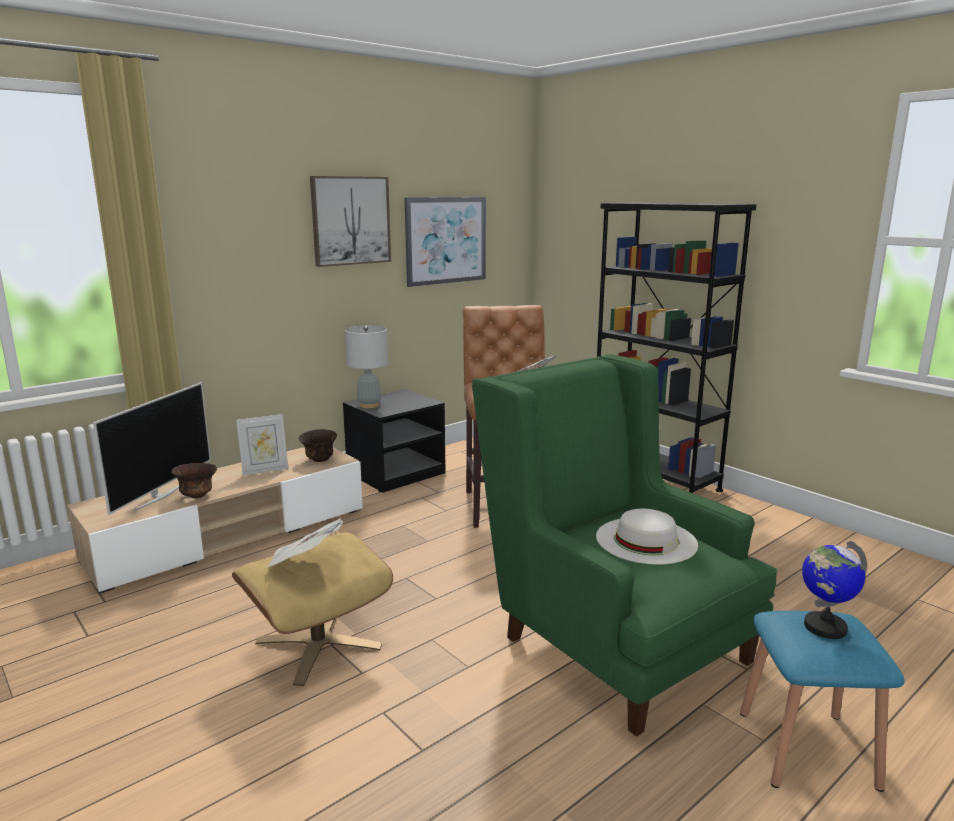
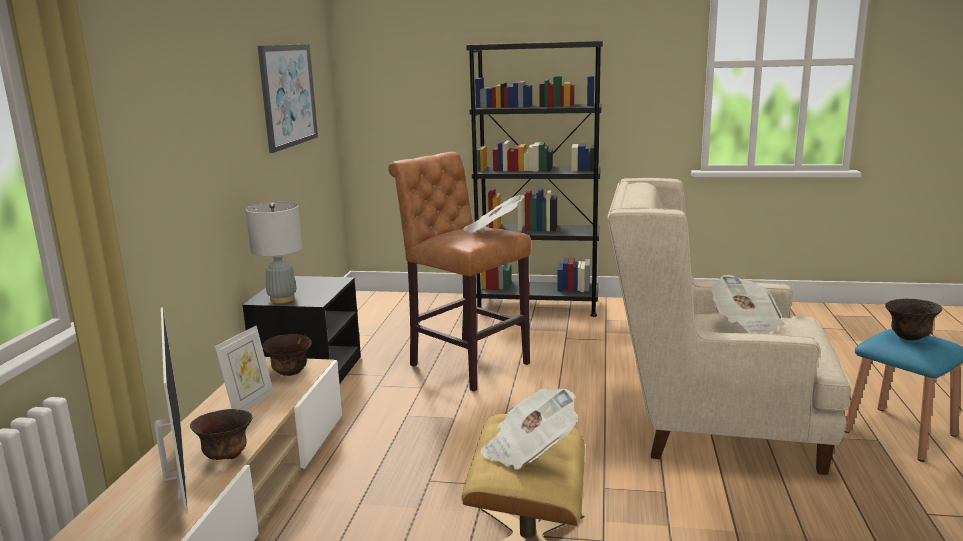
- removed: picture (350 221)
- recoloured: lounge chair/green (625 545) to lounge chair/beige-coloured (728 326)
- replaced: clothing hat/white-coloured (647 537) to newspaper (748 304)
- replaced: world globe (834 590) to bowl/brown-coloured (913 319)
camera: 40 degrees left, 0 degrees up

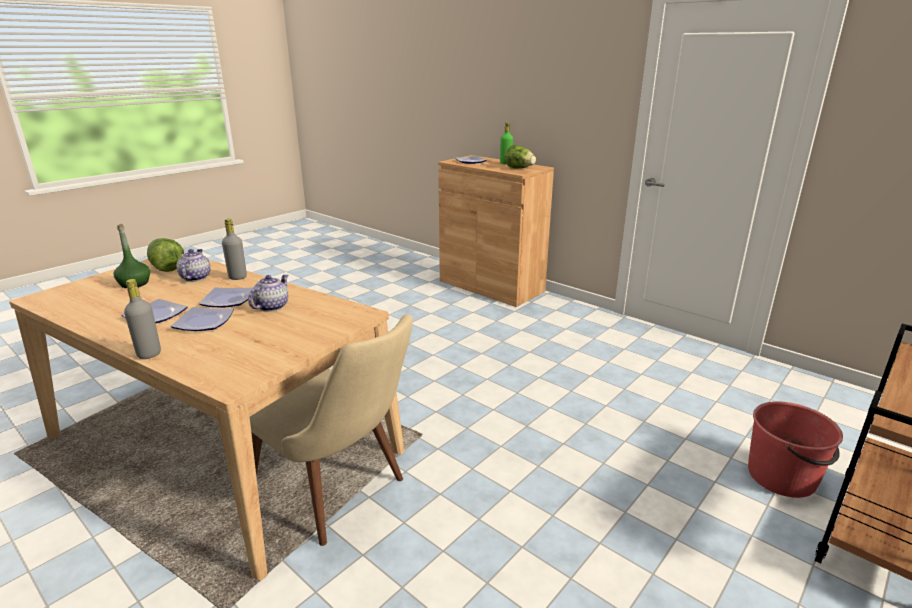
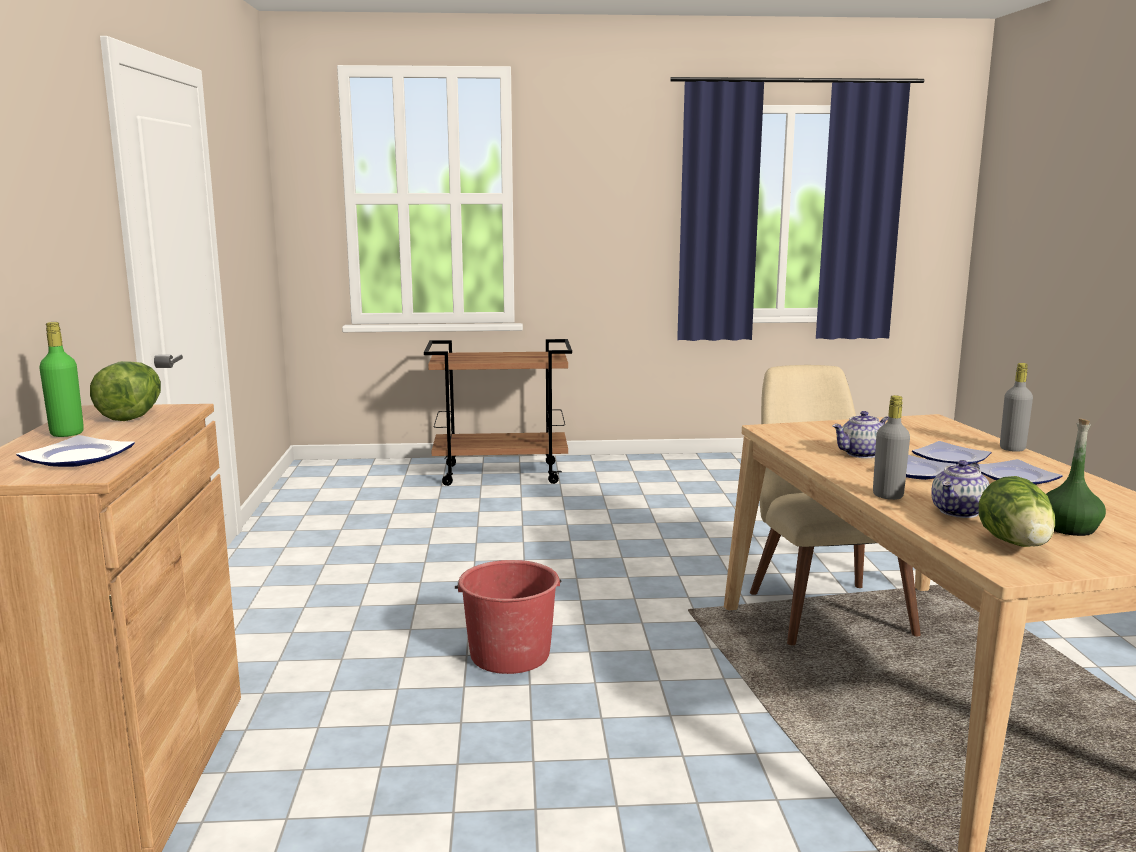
- moved: bucket/reddish (795 449) to (508 617)
camera: 135 degrees left, 10 degrees down

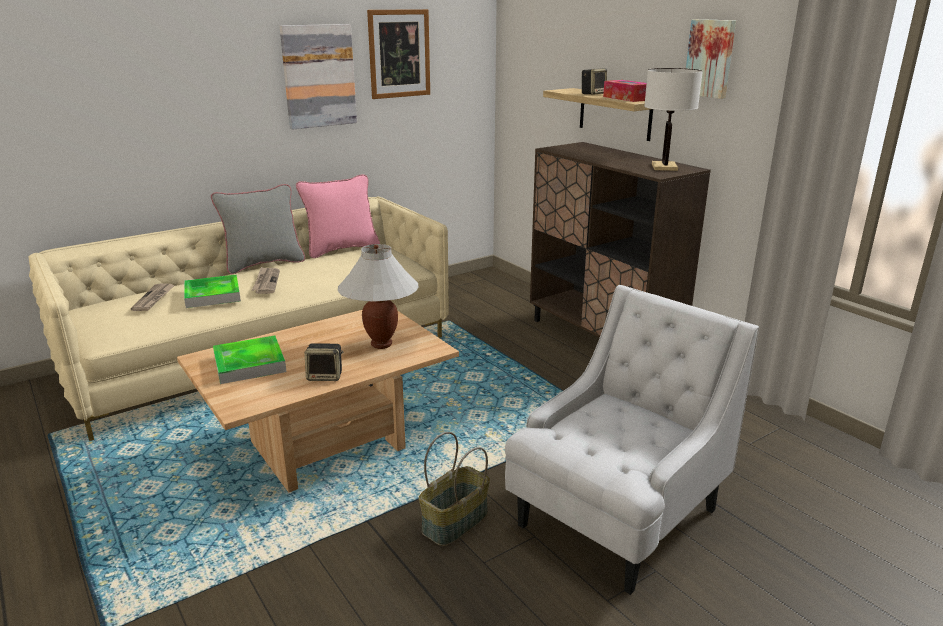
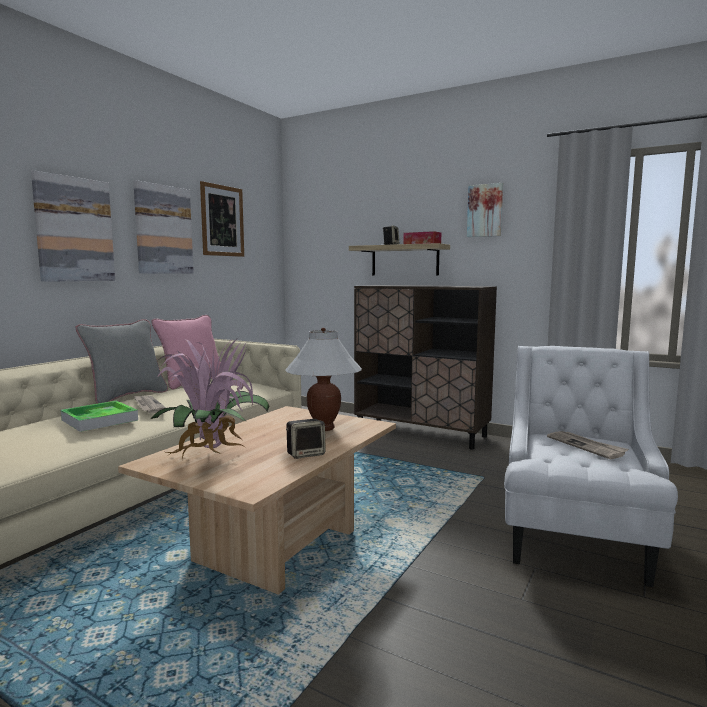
- moved: newspaper (153 297) to (588 445)
- replaced: carrying tray (249 360) to plant in a pot (210 398)
- removed: basket (454 489)
- removed: table lamp/white-coloured (673 119)
- added: picture (73 226)
camera: 25 degrees left, 15 degrees down

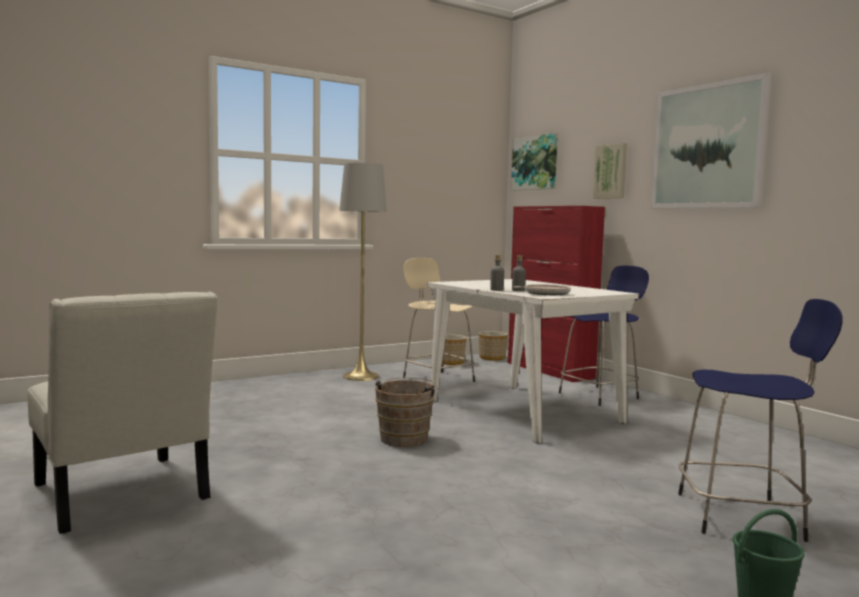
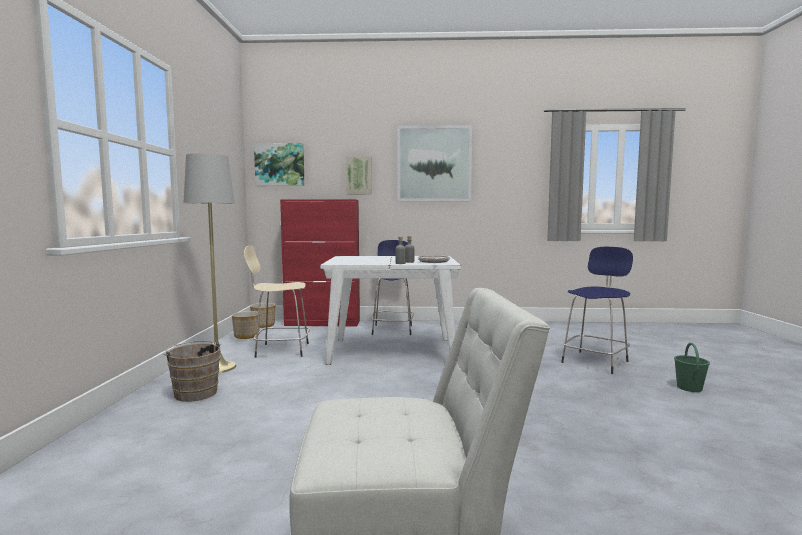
- moved: bucket/brown-coloured (407 412) to (193 371)
camera: 55 degrees left, 0 degrees up

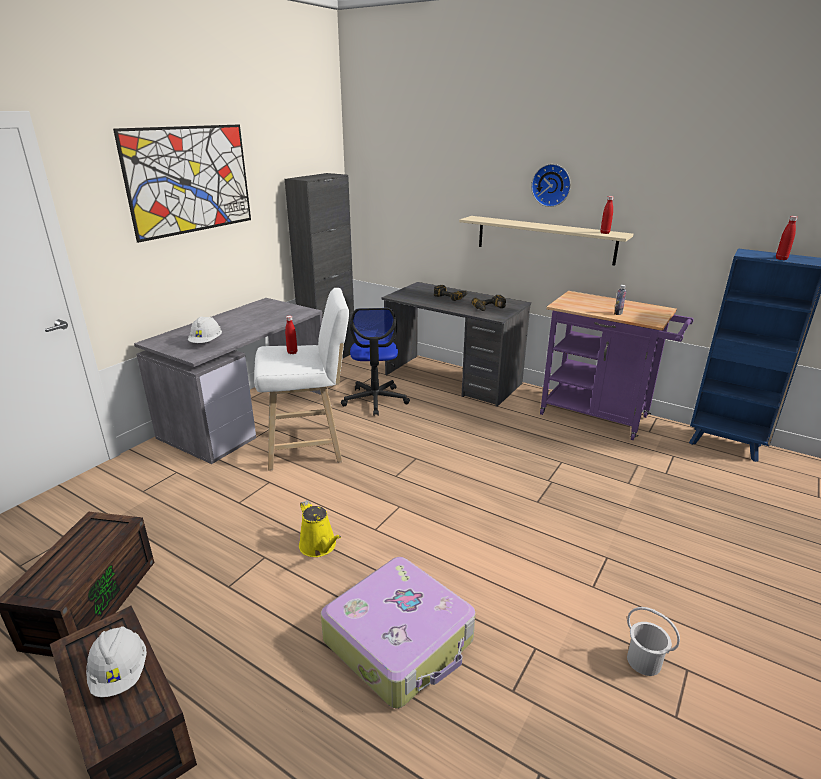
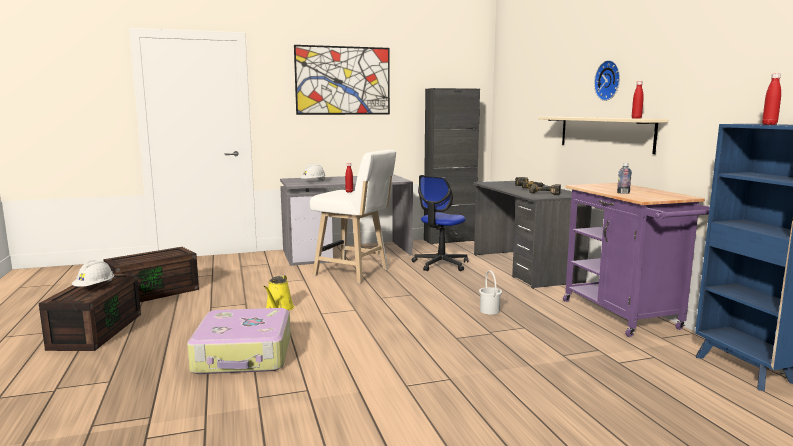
- moved: bucket/white-coloured (653 641) to (490 292)
camera: 40 degrees right, 15 degrees down

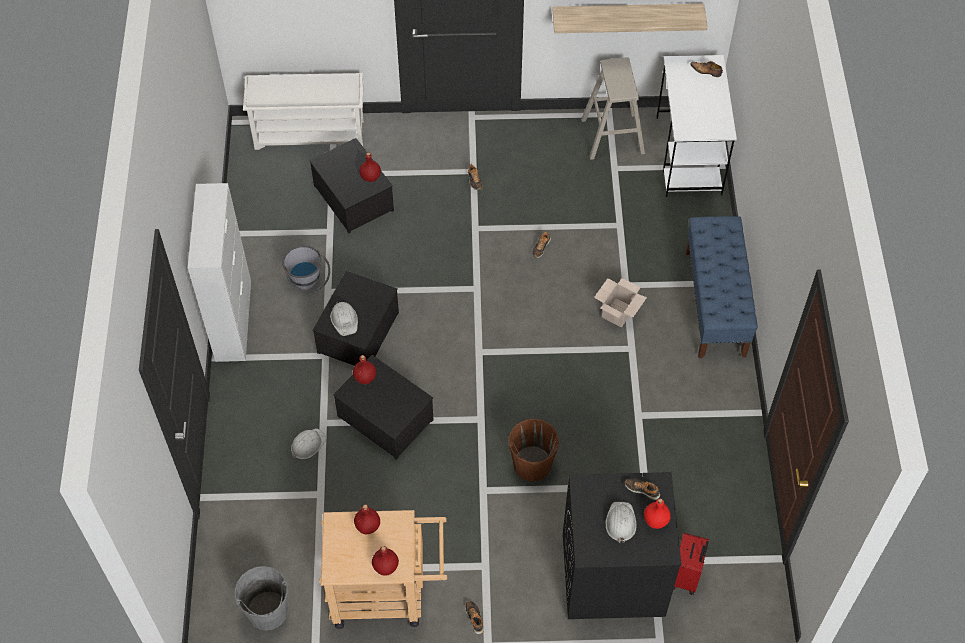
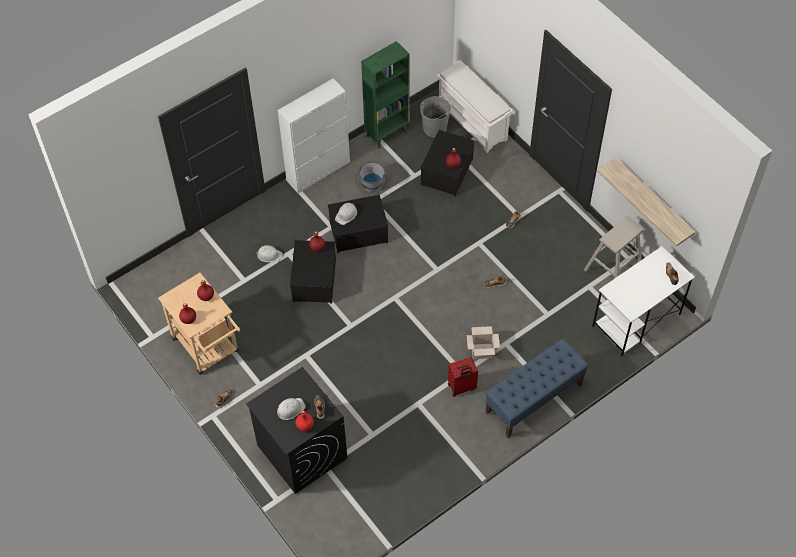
- moved: bucket/greyish (261 598) to (435 116)
- removed: bucket/brown-coloured (534 450)
- moved: suitcase/reddish (691 564) to (463 377)
- added: bookshelf/green (385 95)
camera: 55 degrees right, 0 degrees up

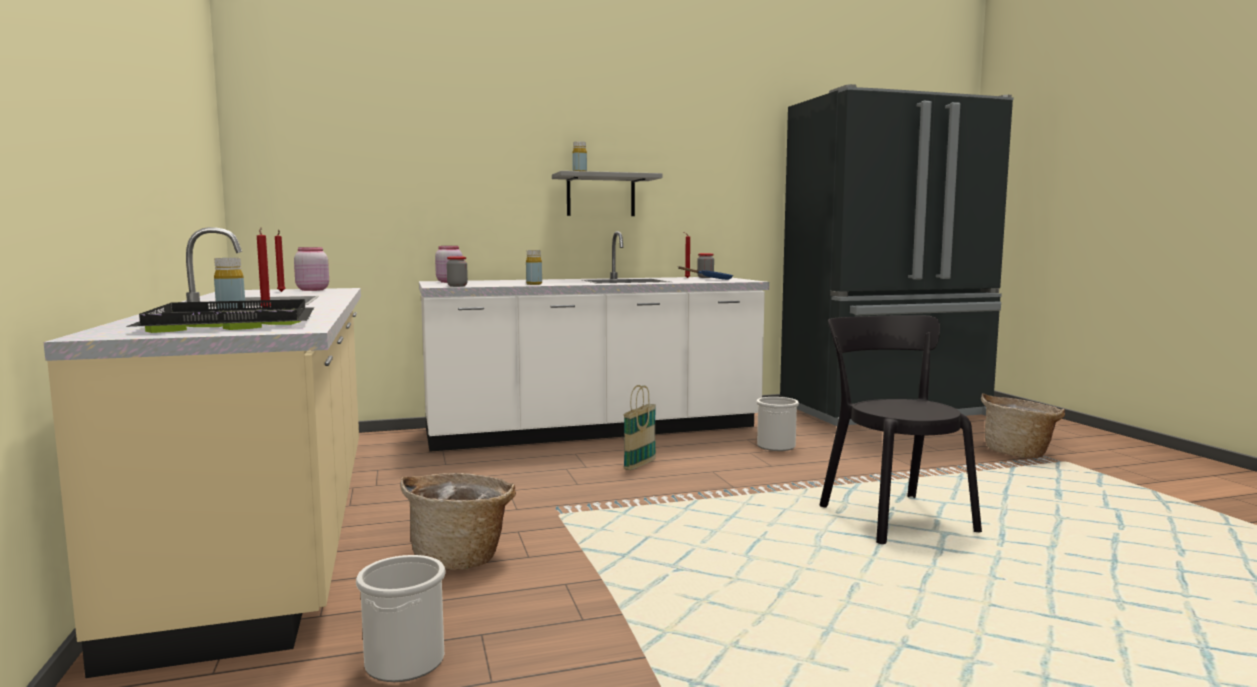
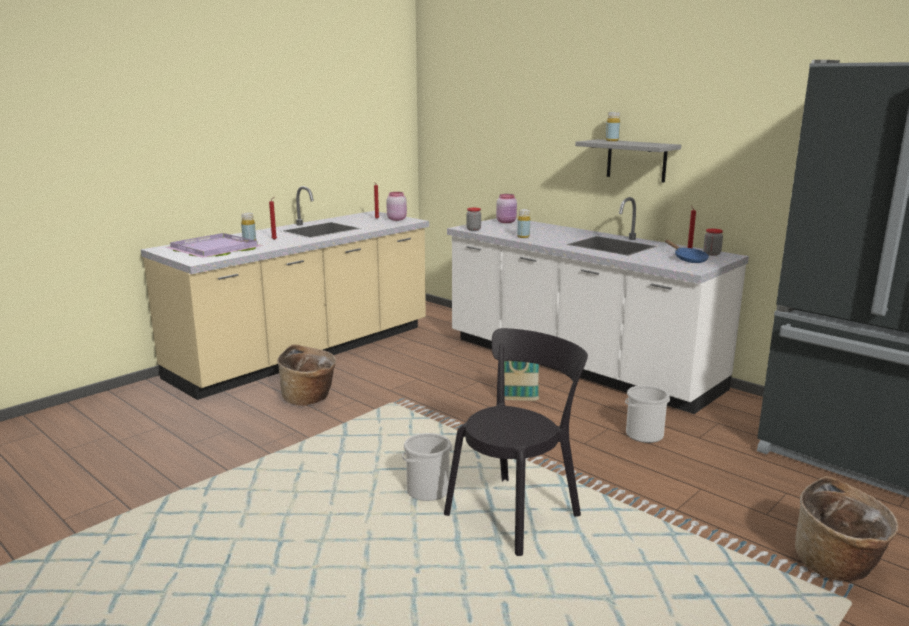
- recoloured: carrying tray/black (220 316) to carrying tray/purple (214 245)
- moved: bucket (400 618) to (427 467)
camera: 60 degrees right, 10 degrees up

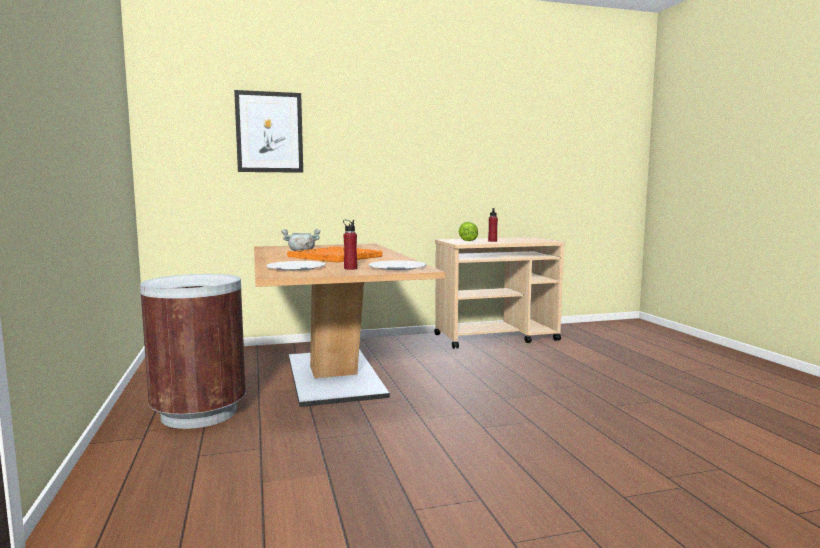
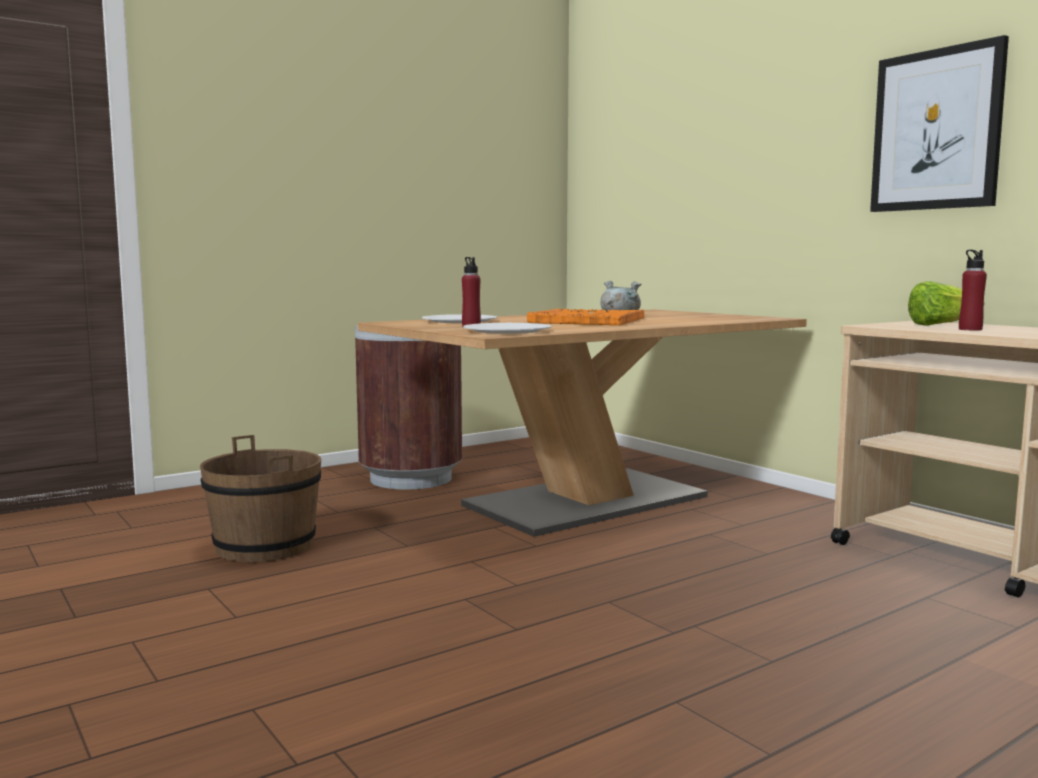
- moved: picture (268 131) to (939 123)
- added: bucket/brown-coloured (260 498)
camera: 70 degrees right, 0 degrees up

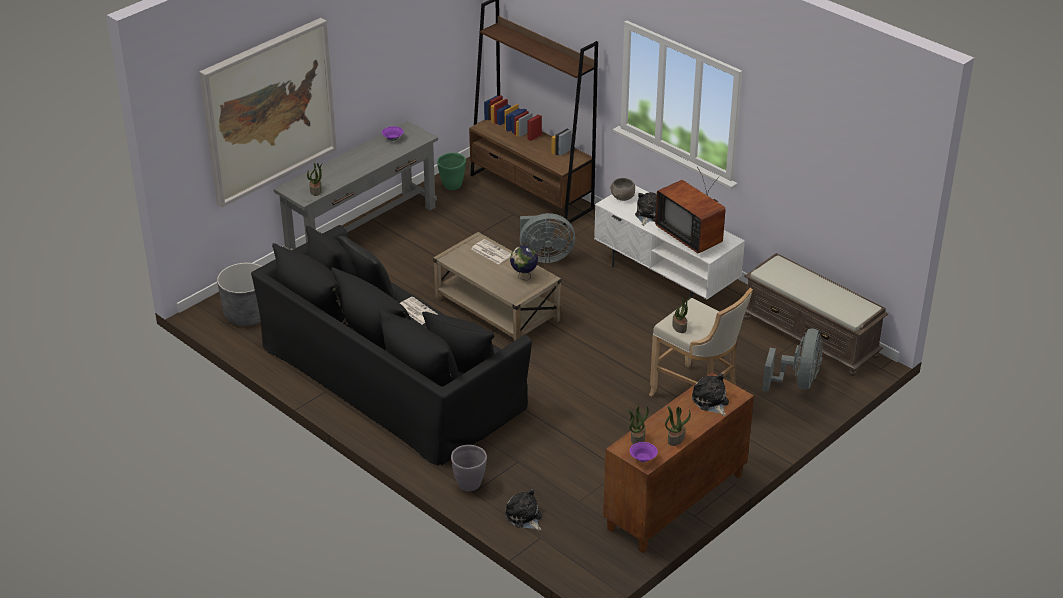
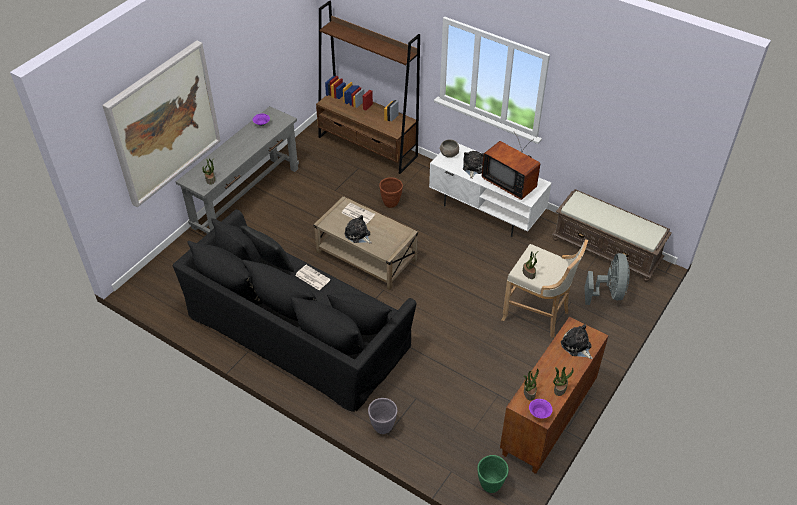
- removed: planter/greyish (239 294)
- moved: planter/green (451 171) to (493 474)
- moved: plush toy (523 510) to (358 229)
- removed: world globe (524 263)
- replaced: fan/greyish (547 238) to planter/brown-coloured (391 192)
camera: 10 degrees left, 10 degrees up

